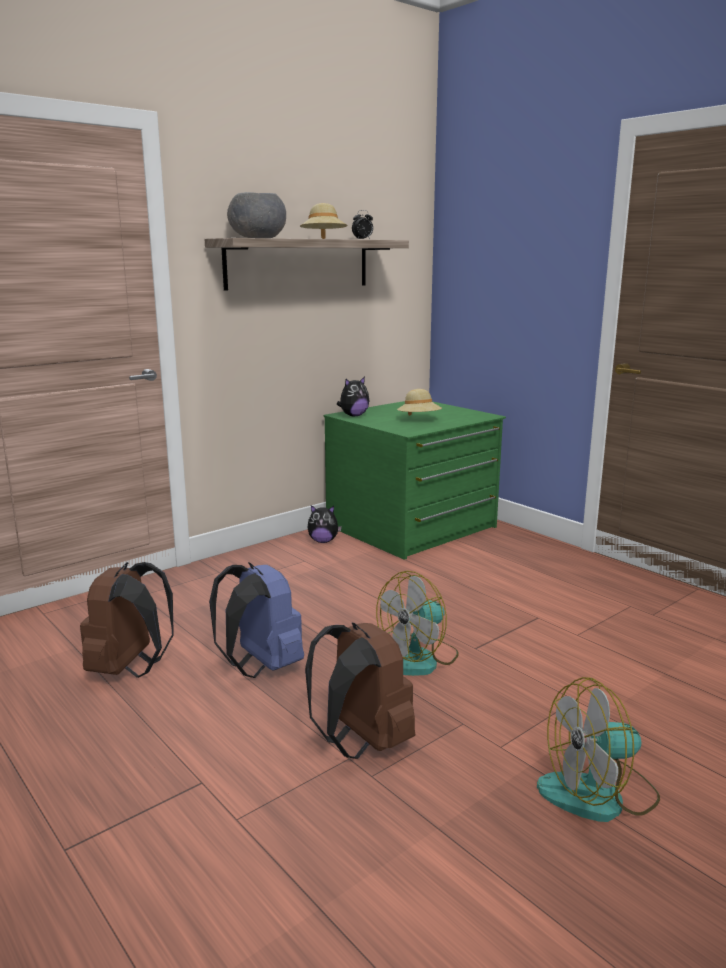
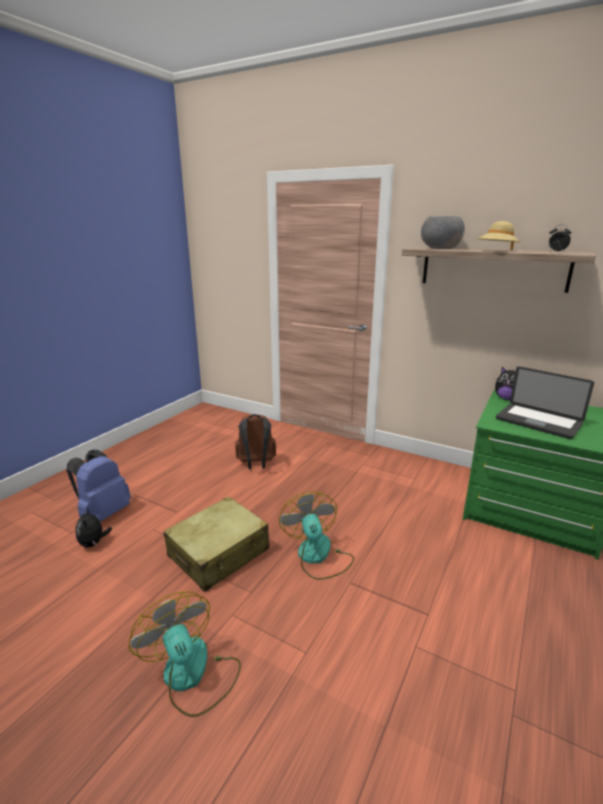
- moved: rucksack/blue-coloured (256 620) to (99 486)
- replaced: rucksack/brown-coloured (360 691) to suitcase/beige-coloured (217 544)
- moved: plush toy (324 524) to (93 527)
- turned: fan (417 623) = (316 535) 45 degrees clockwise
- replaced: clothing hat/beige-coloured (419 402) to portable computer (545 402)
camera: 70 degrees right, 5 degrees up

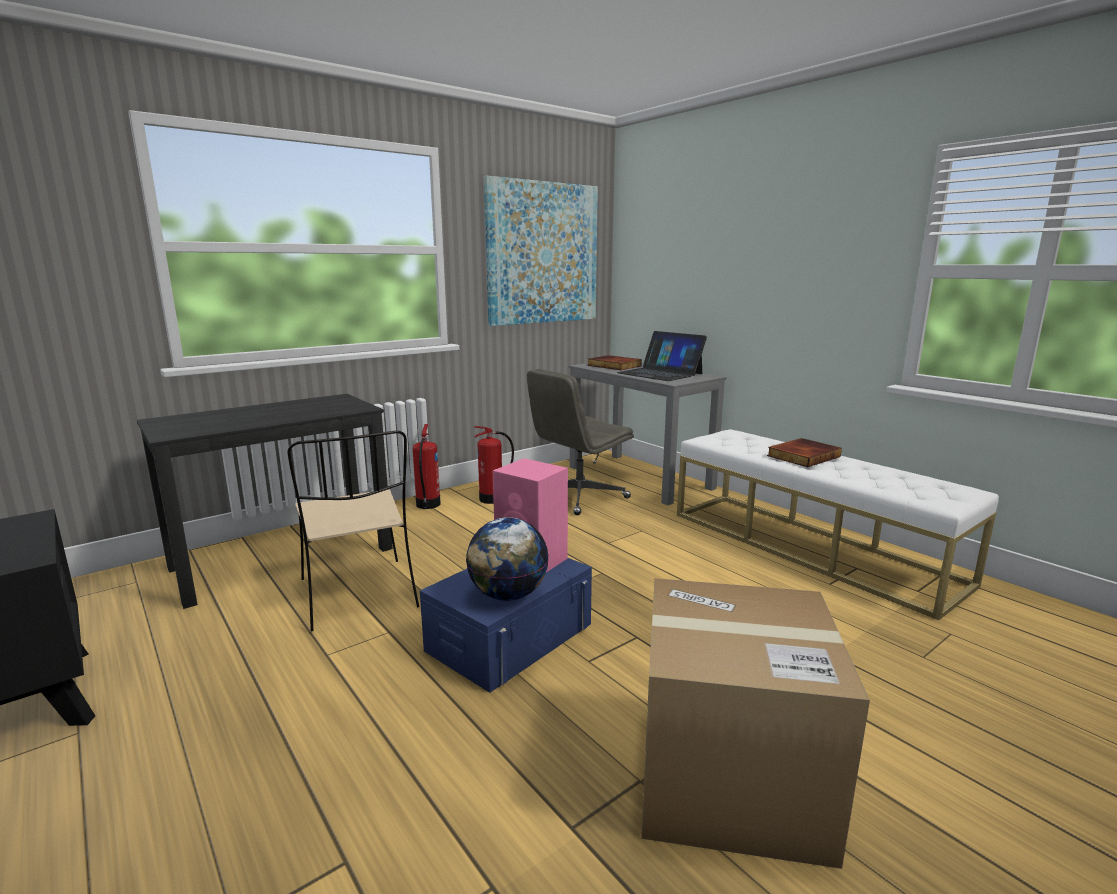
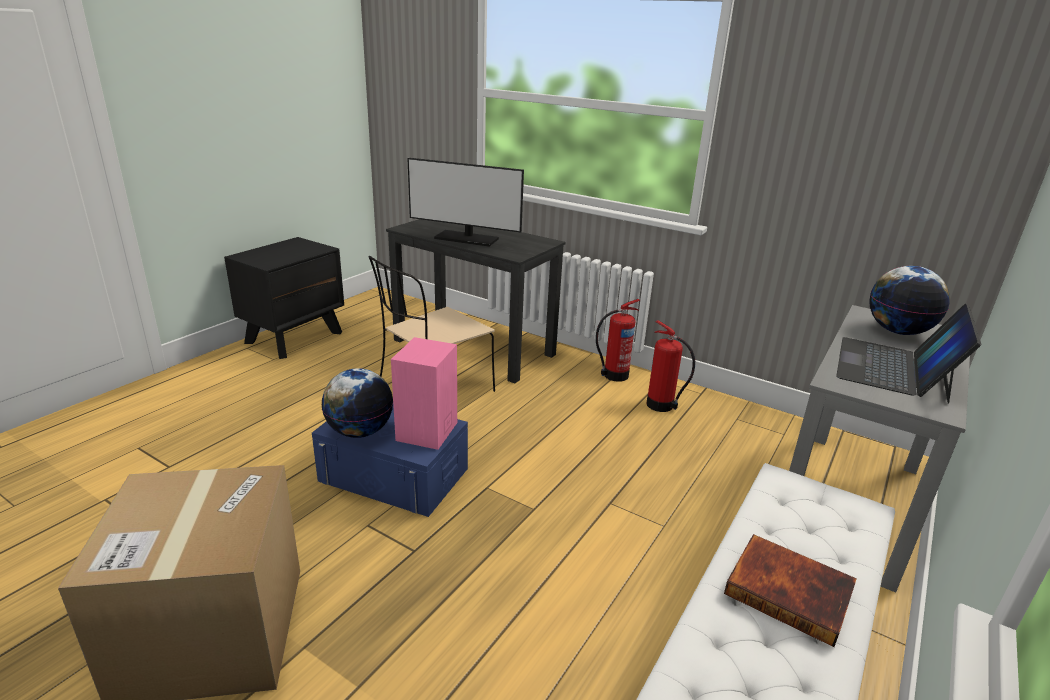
- removed: picture (541 251)
- removed: office chair/greyish (580 442)
- replaced: book (614 362) to world globe (909 300)
- added: monitor (465 202)
camera: 70 degrees right, 10 degrees up

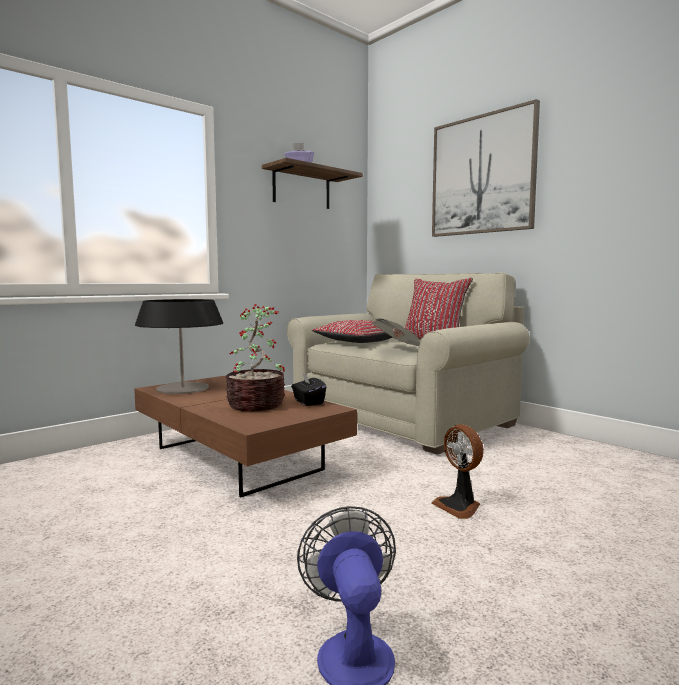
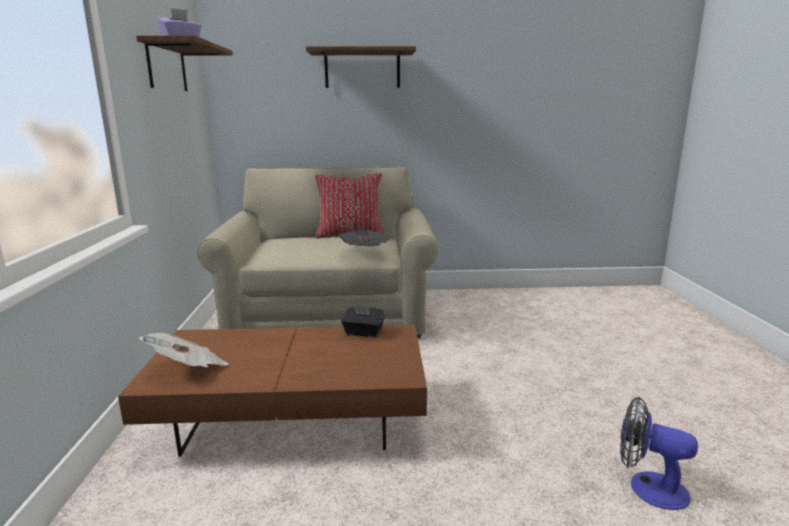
- replaced: table lamp (179 346) to newspaper (183 350)
- removed: plant in a pot (255 357)
- removed: cushion/reddish (352 331)
- removed: fan (457 471)
- replaced: picture (486 168) to wall shelf (361 67)
camera: 50 degrees left, 10 degrees up

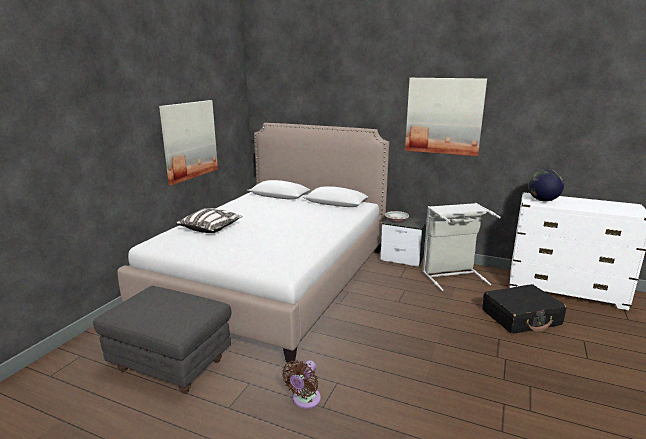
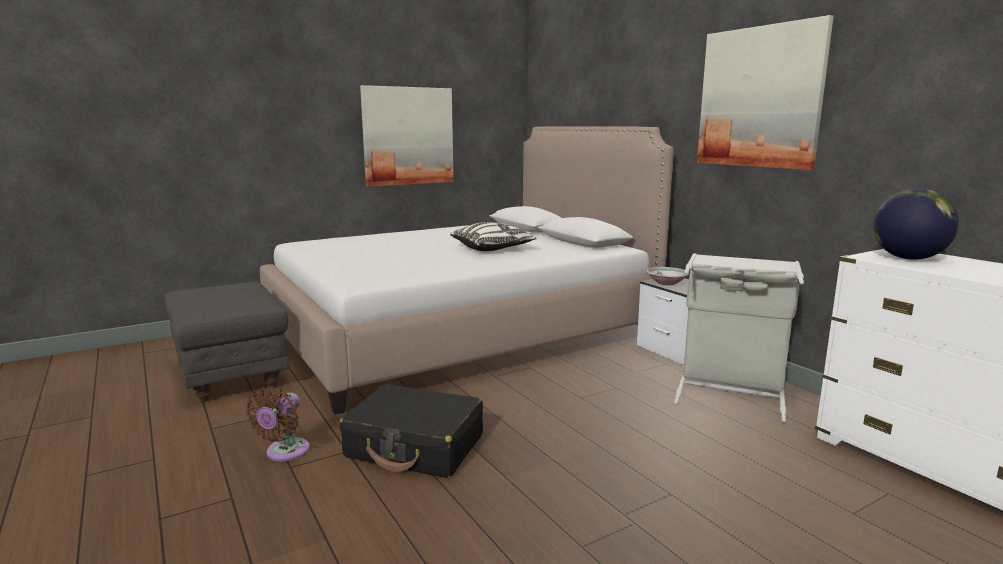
- moved: cushion (209 220) to (493 236)
- turned: fan/brown-coloured (301 384) = (278 424) 45 degrees counterclockwise
- moved: suitcase/black (524 309) to (411 431)
camera: 35 degrees right, 5 degrees down

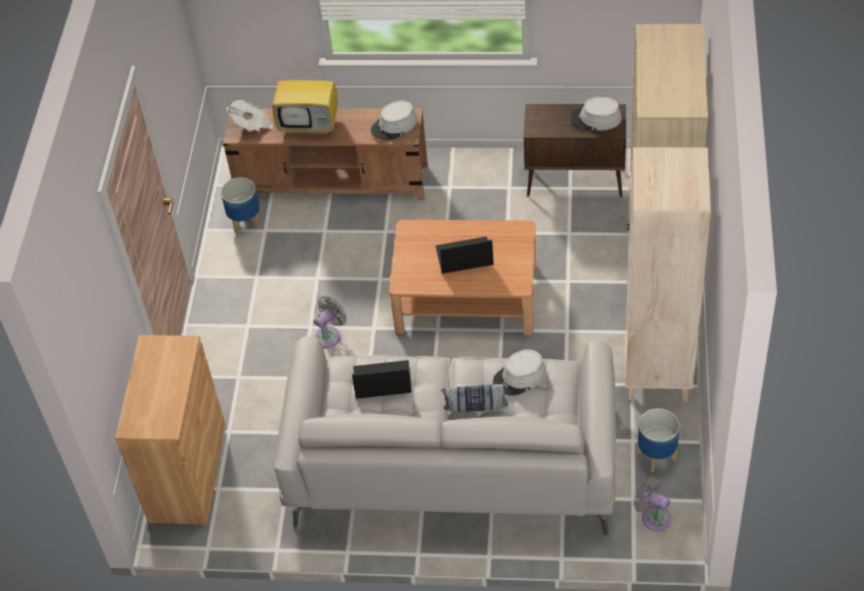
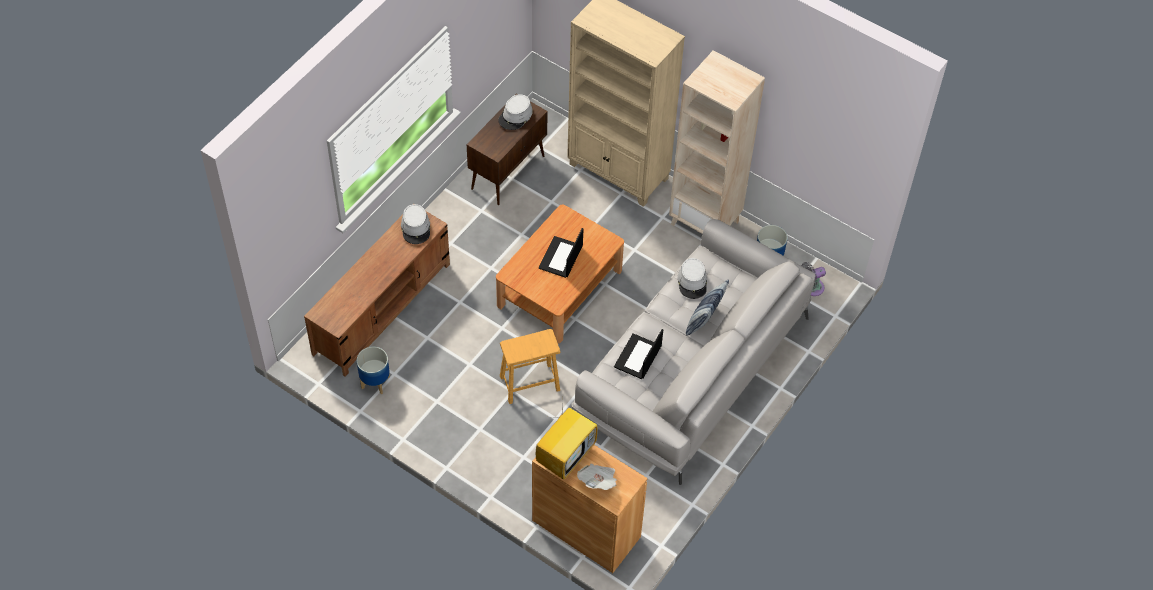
- moved: newspaper (249 115) to (597 477)
- moved: TV set (305 96) to (567 440)
- replaced: fan/greyish (330 322) to stool/brown-coloured (530 366)
camera: 65 degrees left, 5 degrees up

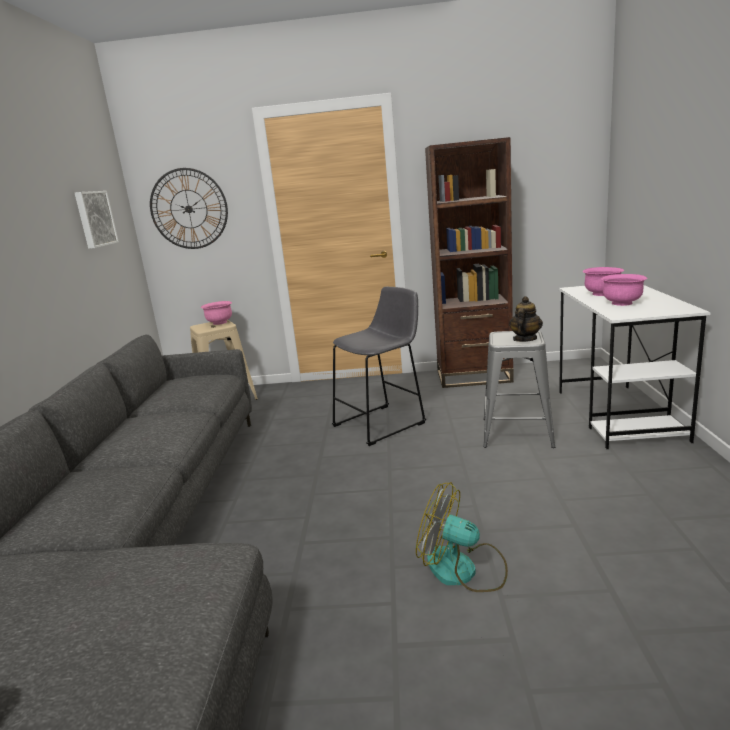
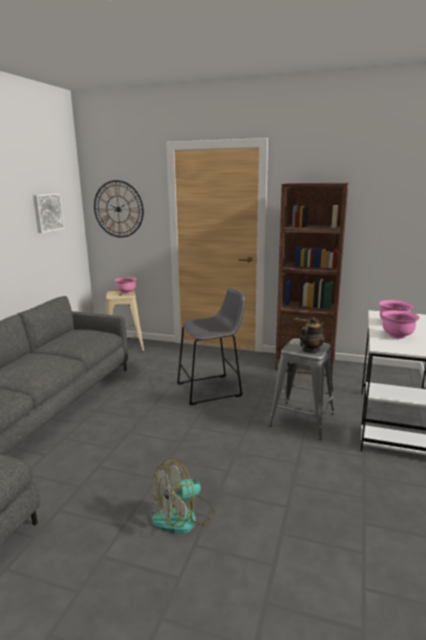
- turned: fan (462 537) = (183 496) 75 degrees counterclockwise
camera: 15 degrees right, 0 degrees up

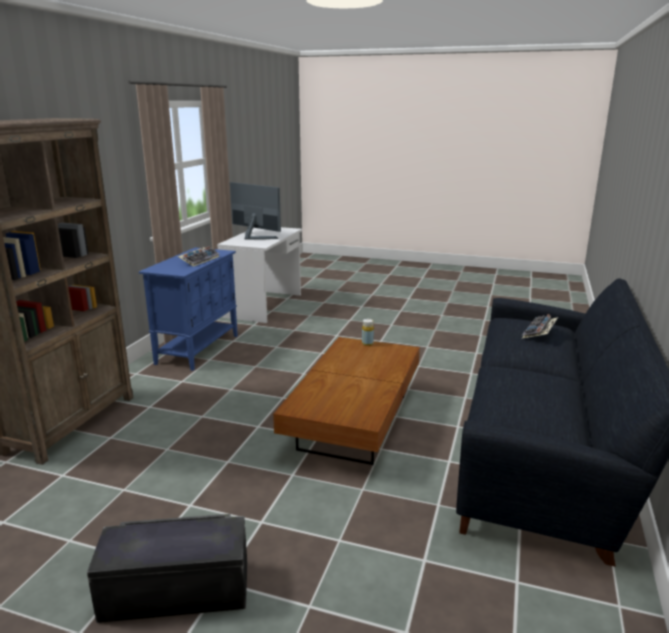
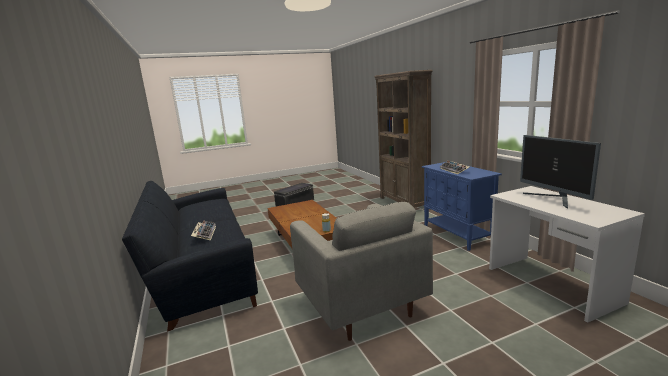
- turned: monitor (255 211) = (560 172) 75 degrees clockwise
- added: lounge chair/greyish (361 271)
camera: 140 degrees right, 5 degrees down

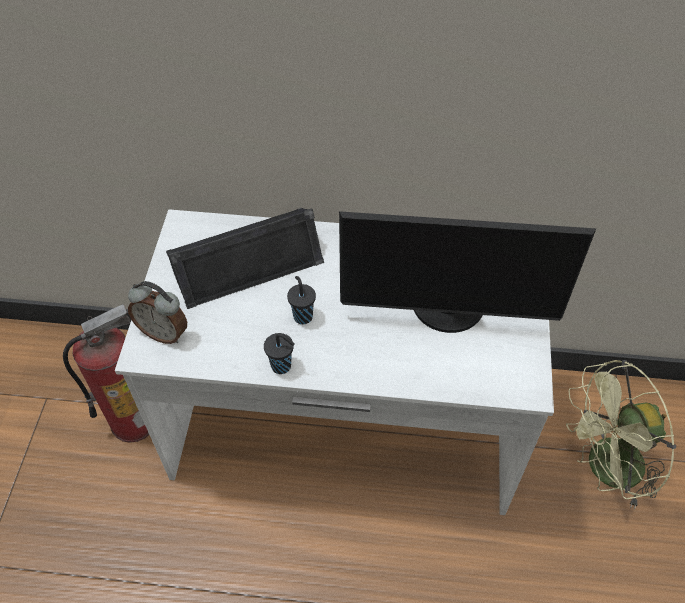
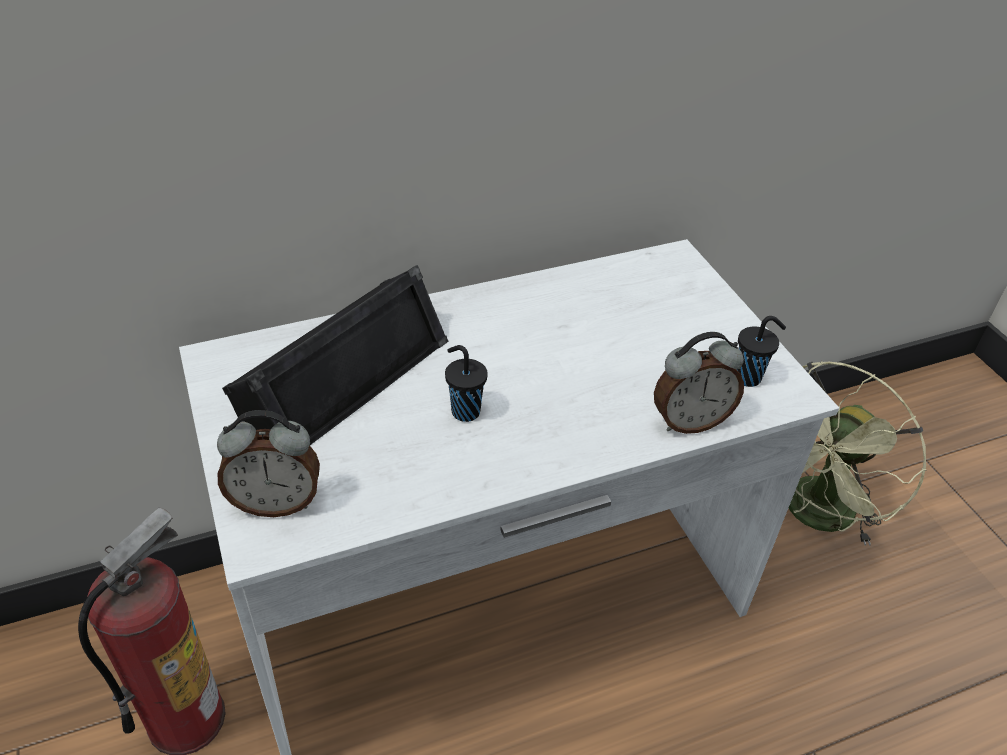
- moved: drinking cup/black (279 353) to (761 351)
- removed: monitor (467 272)
- added: bedside clock (699 383)
camera: 30 degrees left, 10 degrees down

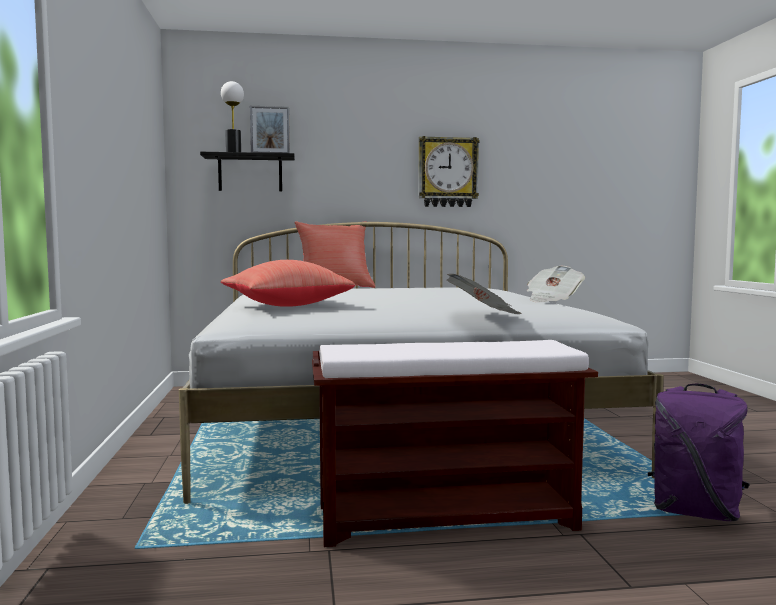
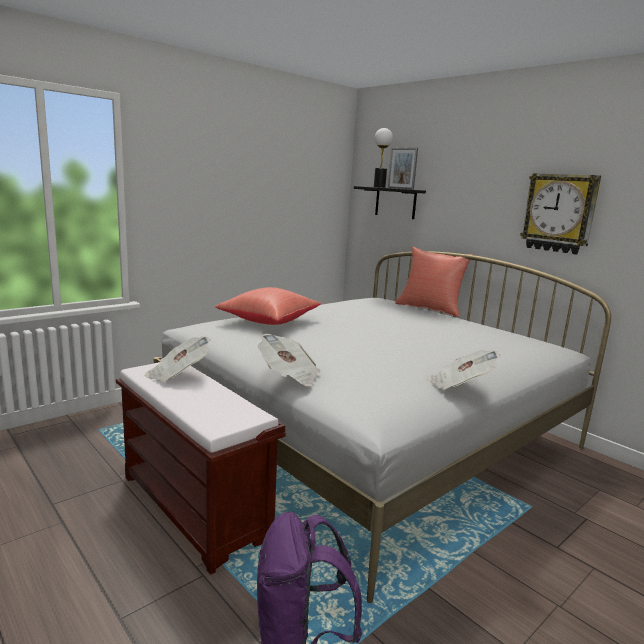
- added: newspaper (178 359)
camera: 55 degrees right, 10 degrees up

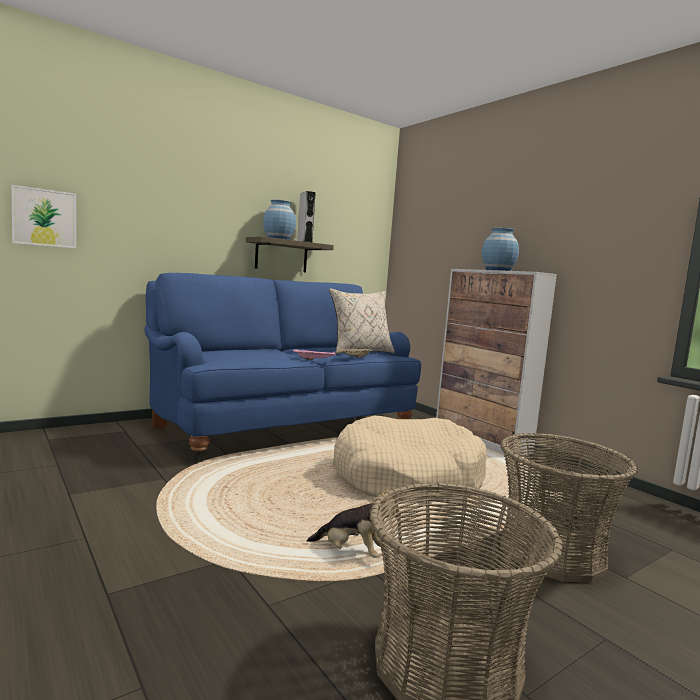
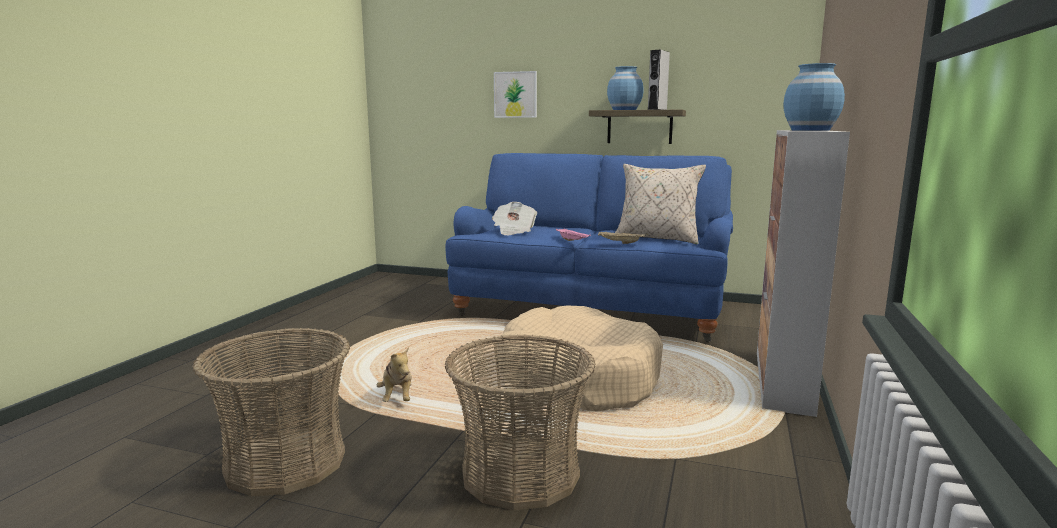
- moved: picture (43 217) to (515 94)
- added: newspaper (514 218)
camera: 55 degrees right, 5 degrees up

